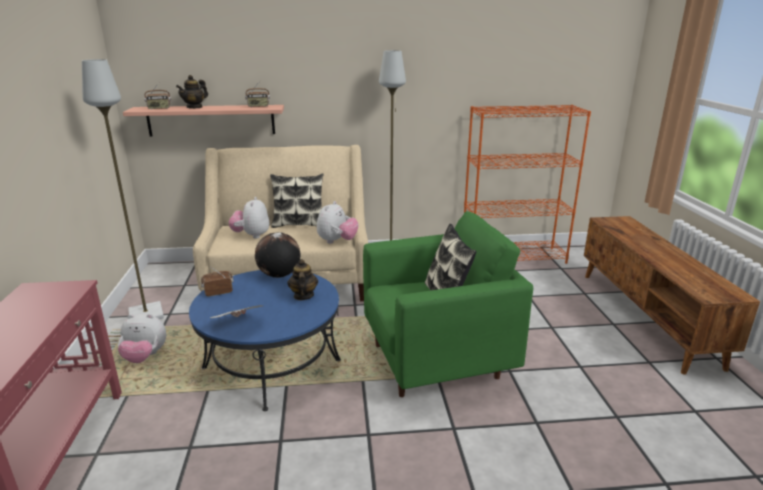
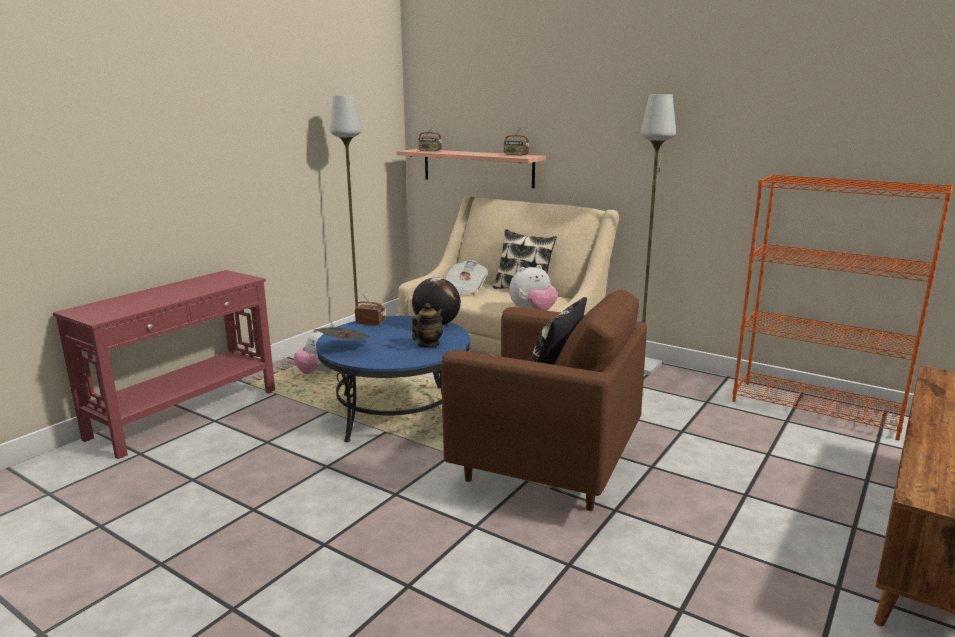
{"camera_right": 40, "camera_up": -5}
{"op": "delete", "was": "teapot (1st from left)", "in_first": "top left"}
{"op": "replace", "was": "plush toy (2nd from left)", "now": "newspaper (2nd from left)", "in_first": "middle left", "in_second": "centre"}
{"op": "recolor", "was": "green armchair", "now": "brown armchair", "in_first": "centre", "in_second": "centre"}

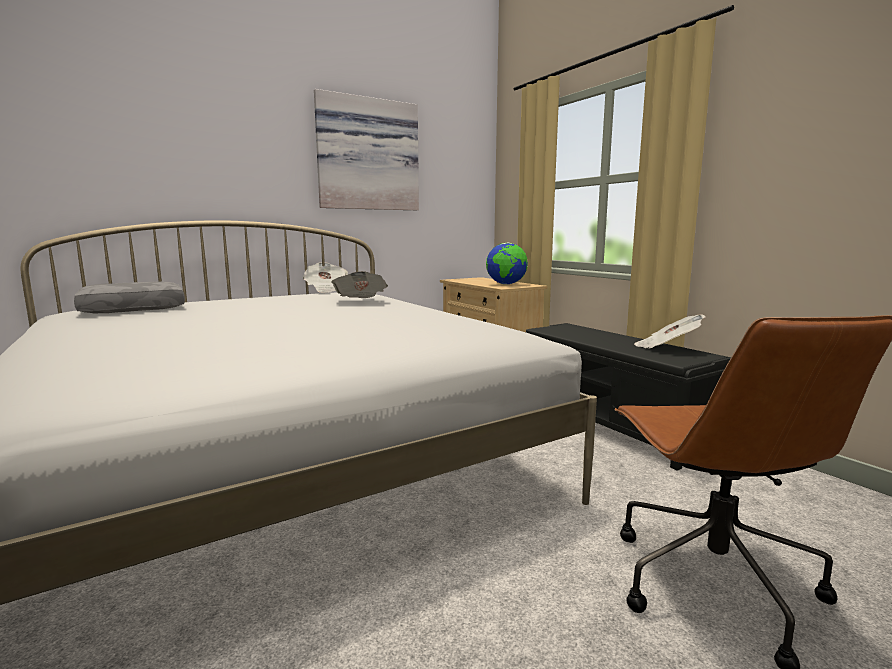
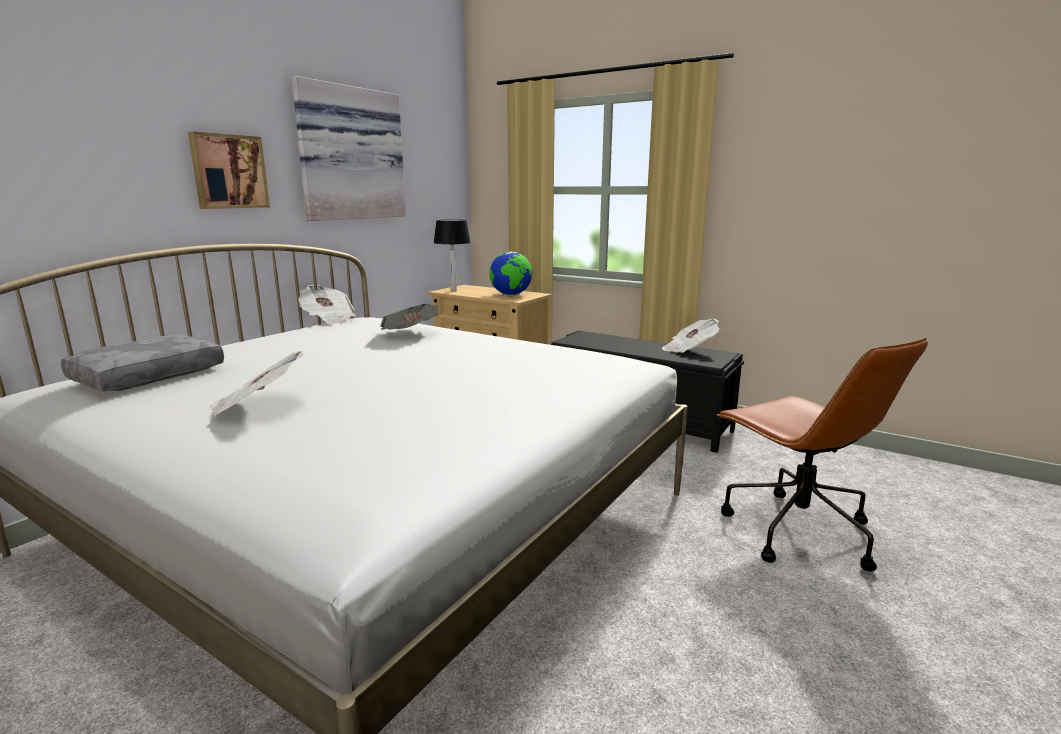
{"camera_right": -25, "camera_up": 5}
{"op": "insert", "now": "picture (1st from left)", "in_second": "top left"}
{"op": "insert", "now": "newspaper (1st from left)", "in_second": "middle left"}
{"op": "insert", "now": "table lamp", "in_second": "centre"}

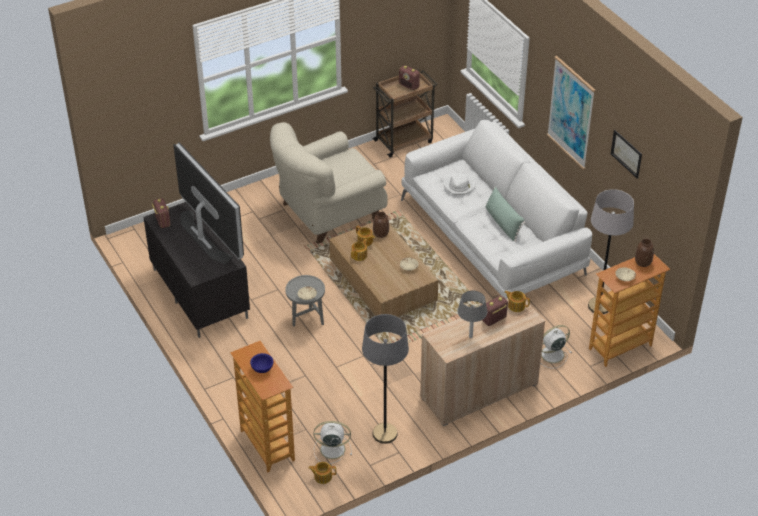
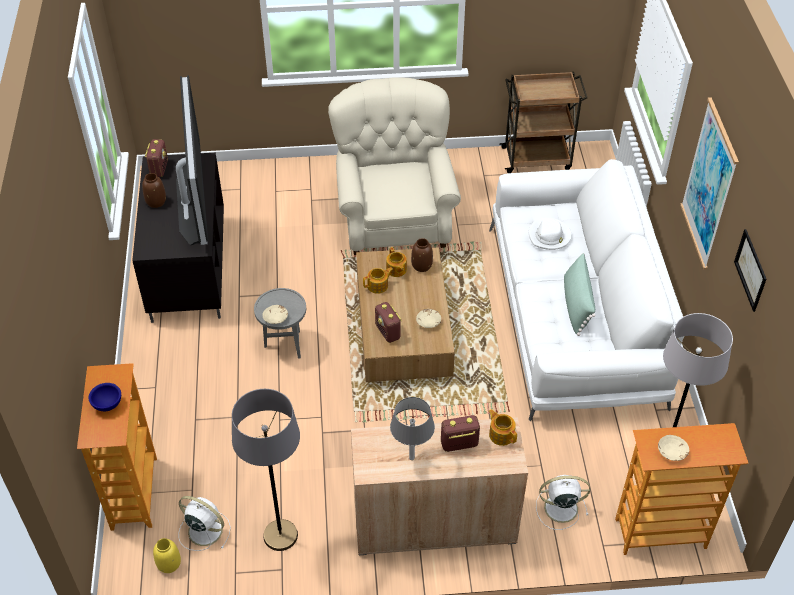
{"camera_right": 25, "camera_up": 5}
{"op": "rotate", "was": "beige armchair", "in_first": "centre", "in_second": "top centre", "clockwise": 90}
{"op": "replace", "was": "teapot (1st from left)", "now": "yellow vase", "in_first": "bottom centre", "in_second": "bottom left"}
{"op": "move", "was": "radio (2nd from left)", "in_first": "top centre", "in_second": "centre"}
{"op": "move", "was": "brown vase (2nd from left in the first image)", "now": "brown vase (1st from left)", "in_first": "middle right", "in_second": "top left"}

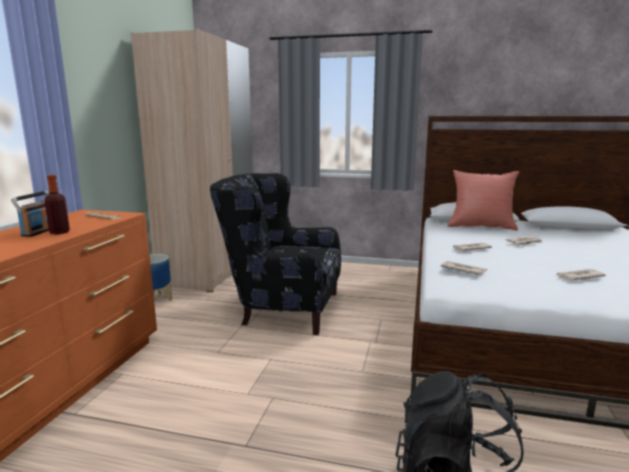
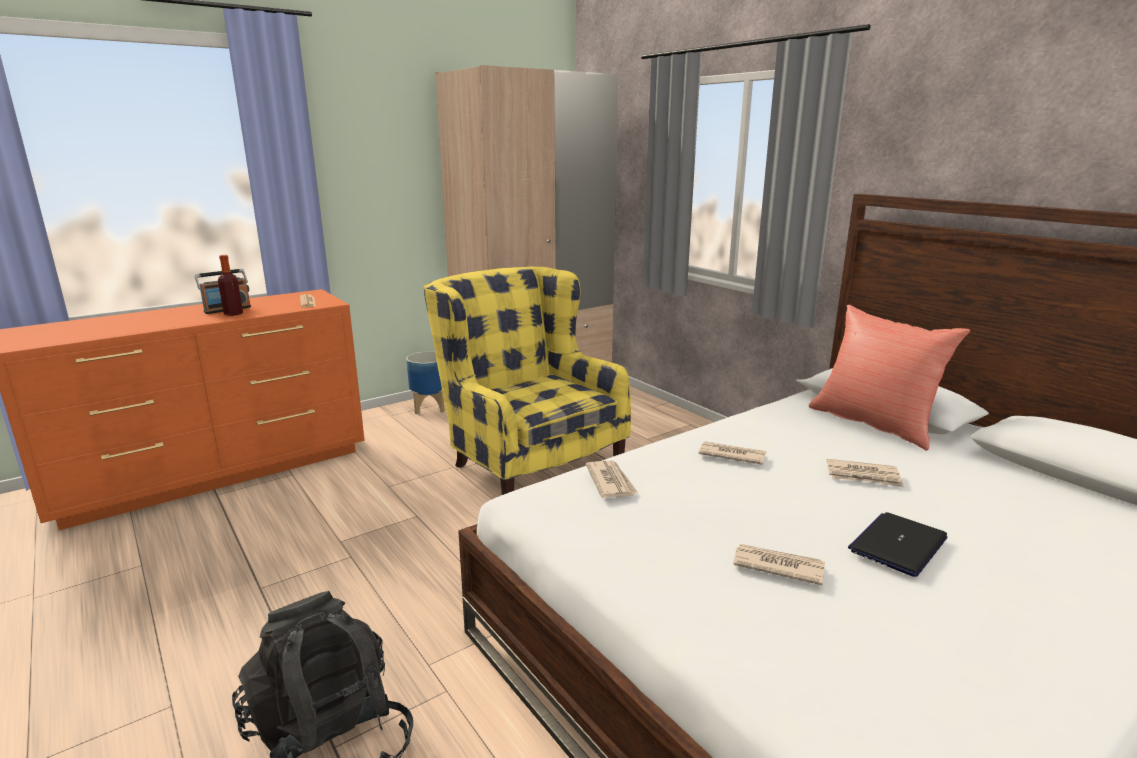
{"camera_right": 40, "camera_up": 5}
{"op": "recolor", "was": "black armchair", "now": "yellow armchair", "in_first": "centre", "in_second": "centre"}
{"op": "insert", "now": "laptop", "in_second": "bottom right"}

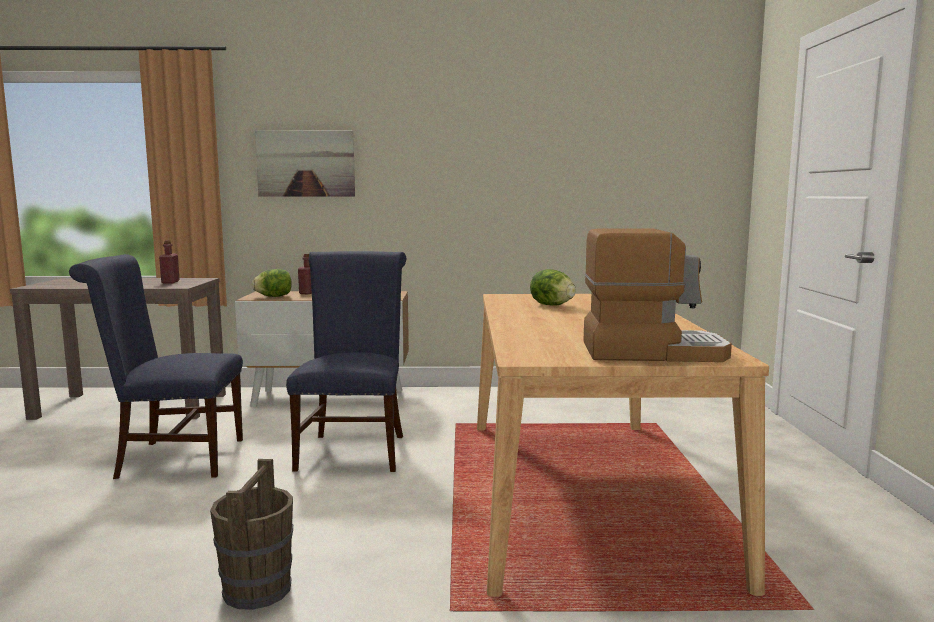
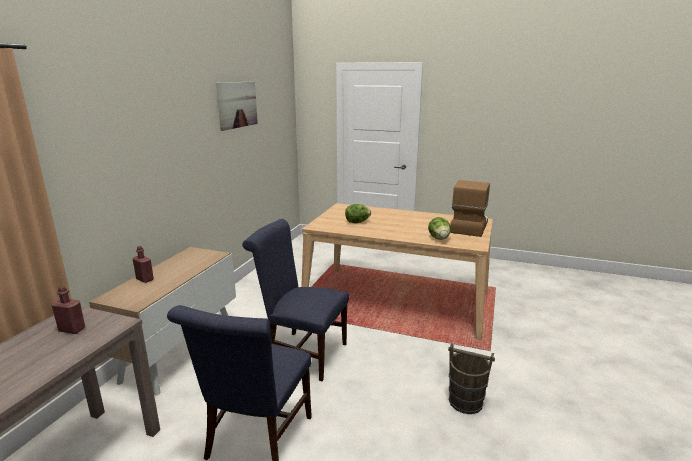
{"camera_right": -70, "camera_up": 10}
{"op": "move", "was": "lettuce (1st from left in the first image)", "now": "lettuce (2nd from left)", "in_first": "middle left", "in_second": "centre"}
{"op": "move", "was": "picture", "in_first": "top left", "in_second": "top centre"}

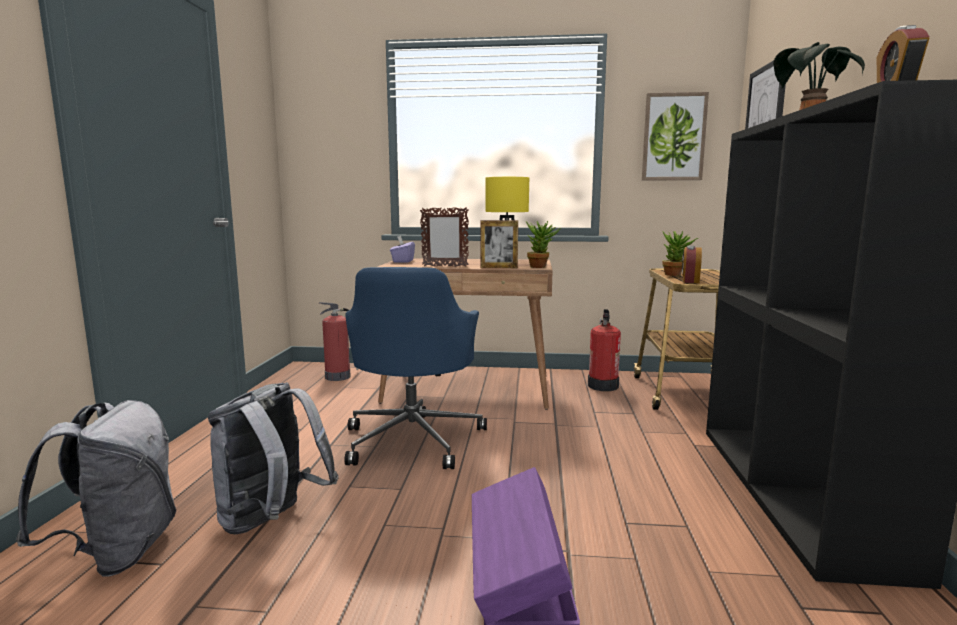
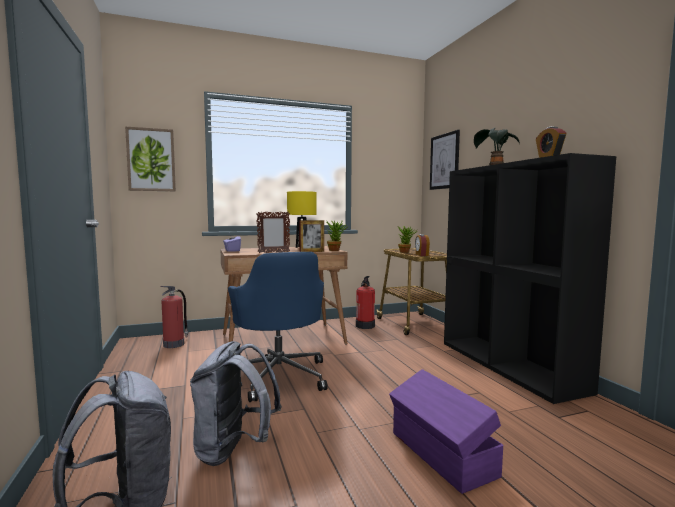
{"camera_right": -25, "camera_up": -5}
{"op": "move", "was": "picture (1st from left)", "in_first": "top right", "in_second": "top left"}

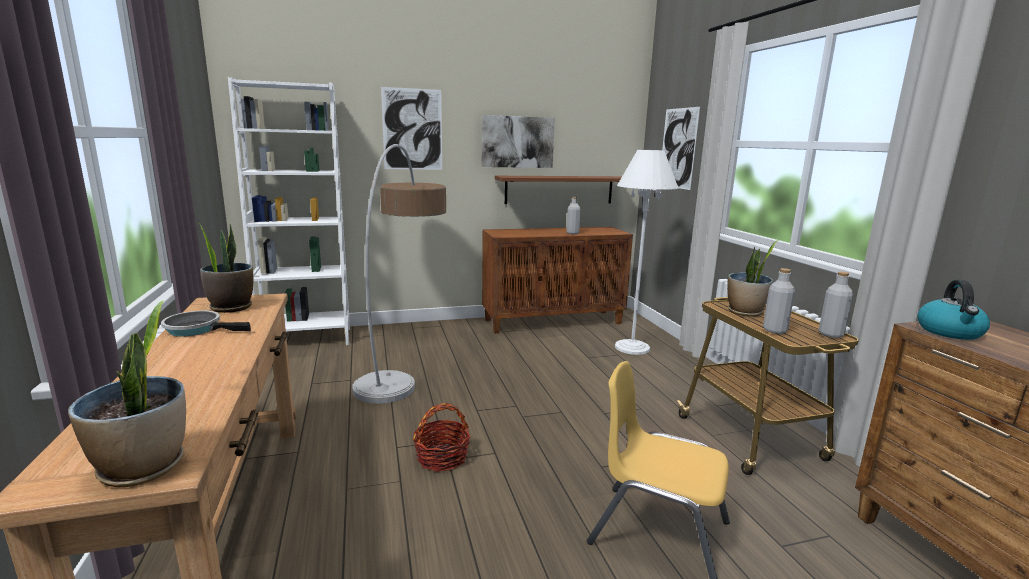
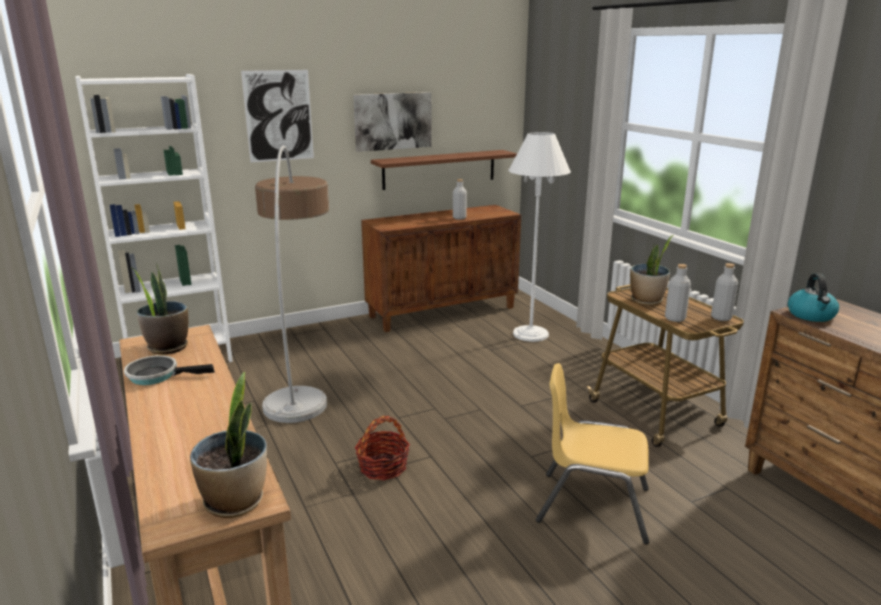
{"camera_right": -10, "camera_up": 5}
{"op": "delete", "was": "picture (3rd from left)", "in_first": "top centre"}

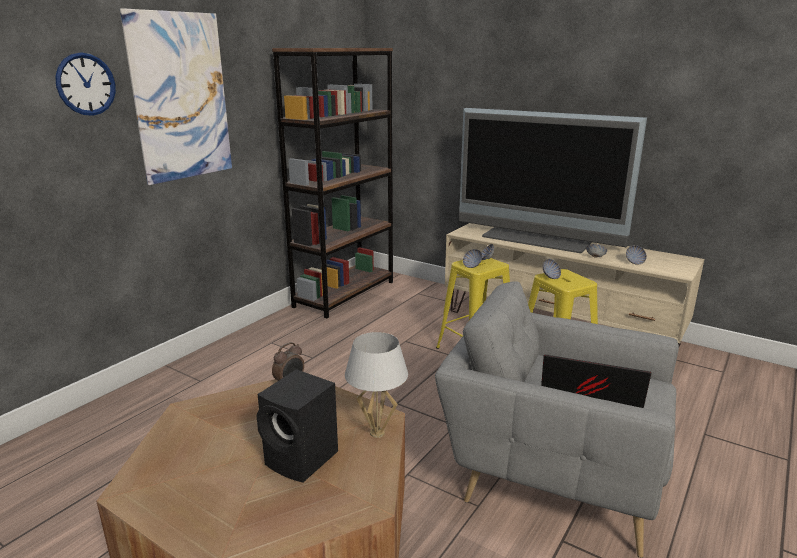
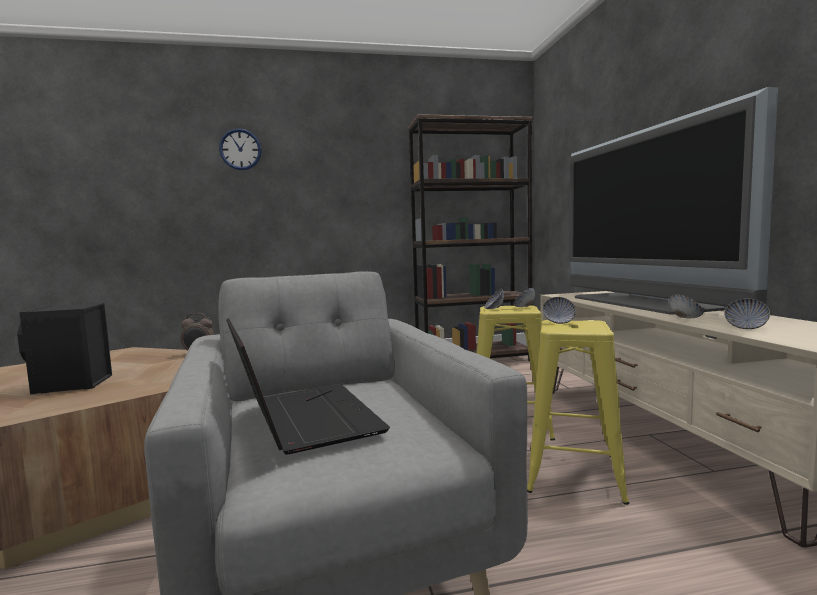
{"camera_right": 45, "camera_up": -15}
{"op": "delete", "was": "picture", "in_first": "top left"}
{"op": "delete", "was": "white table lamp", "in_first": "bottom centre"}

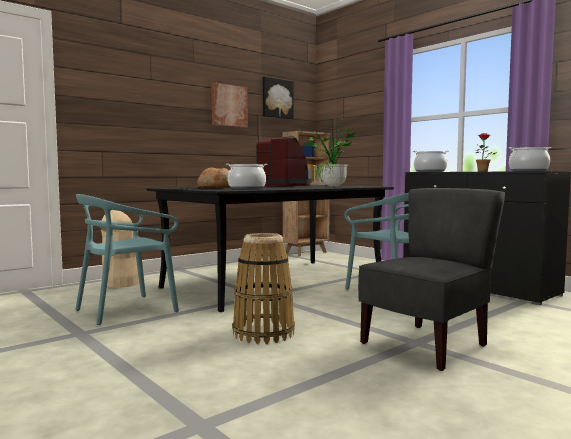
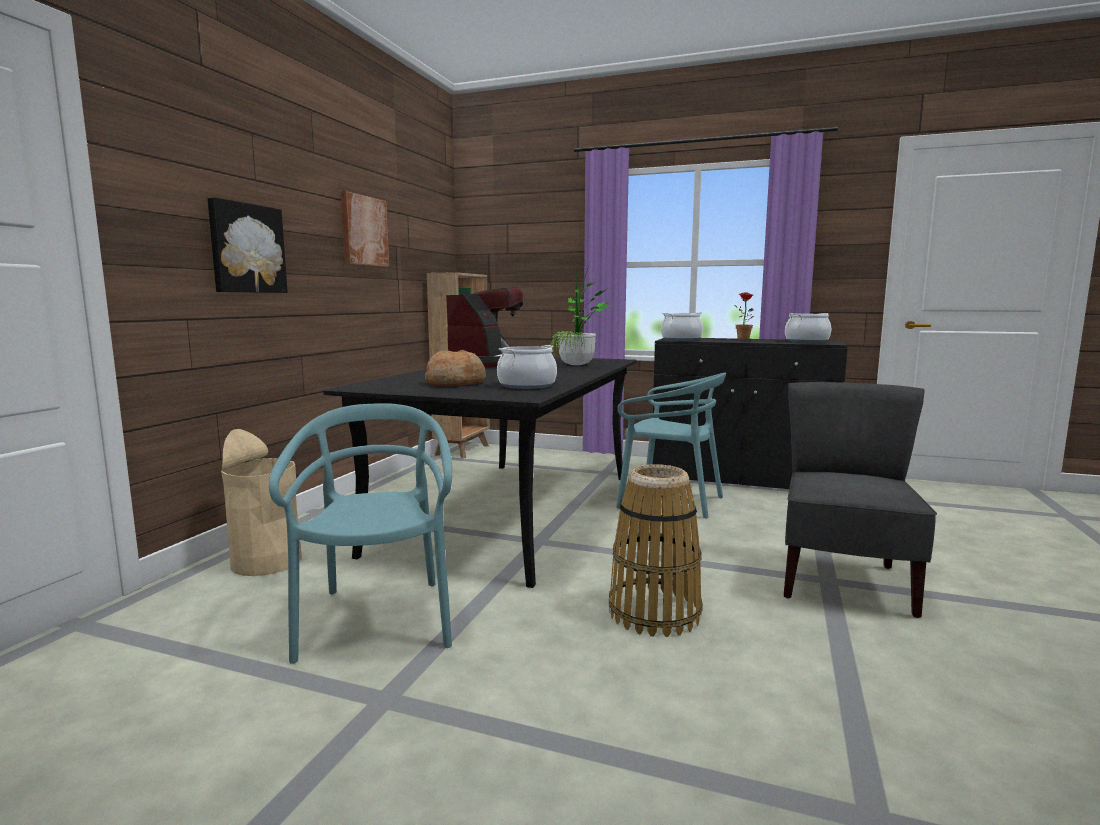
{"camera_right": -30, "camera_up": 5}
{"op": "rotate", "was": "turquoise chair (1st from left)", "in_first": "middle left", "in_second": "middle left", "clockwise": 150}
{"op": "rotate", "was": "coffee machine", "in_first": "centre", "in_second": "centre", "clockwise": 90}
{"op": "move", "was": "picture (2nd from left in the first image)", "now": "picture (1st from left)", "in_first": "top centre", "in_second": "top left"}

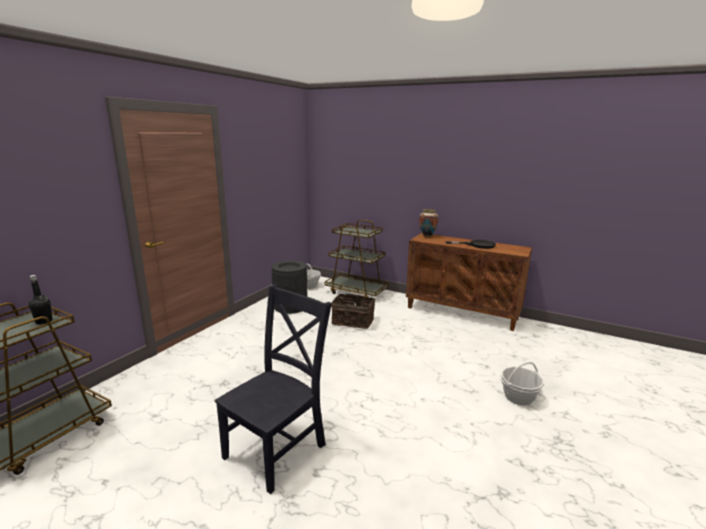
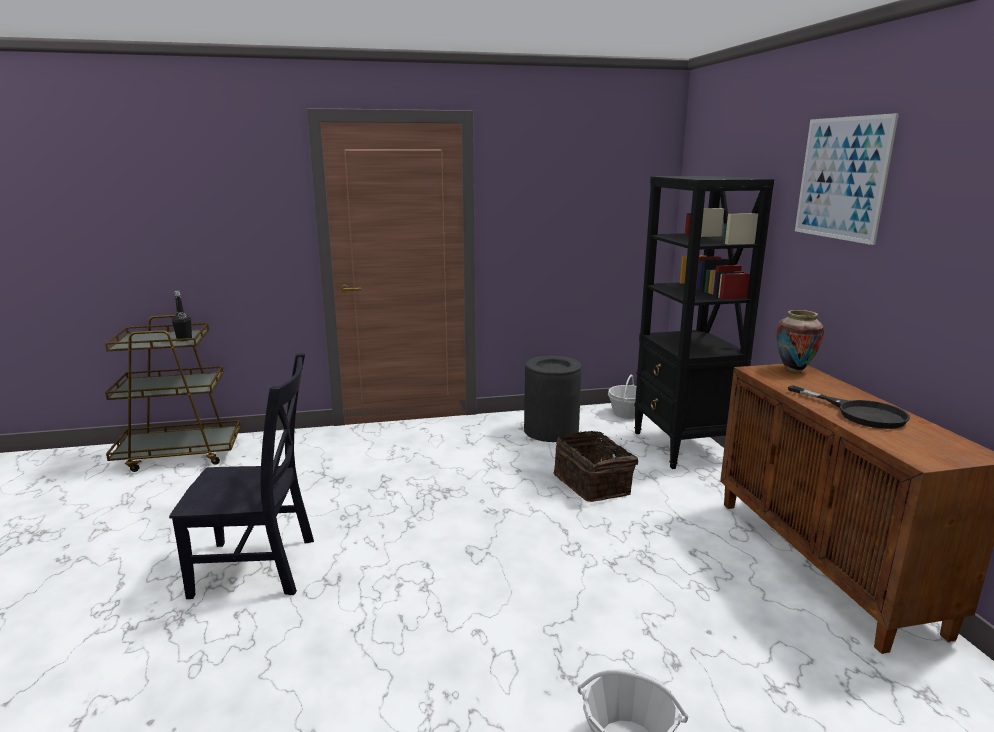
{"camera_right": 50, "camera_up": 0}
{"op": "replace", "was": "brown cart (2nd from left)", "now": "black bookcase", "in_first": "centre", "in_second": "middle right"}
{"op": "insert", "now": "picture", "in_second": "top right"}

